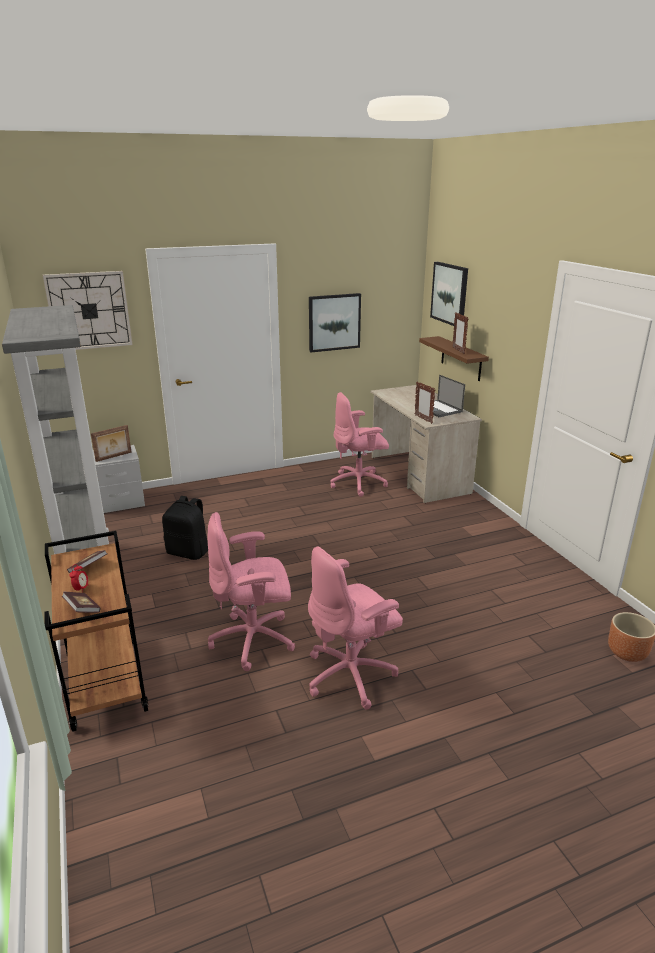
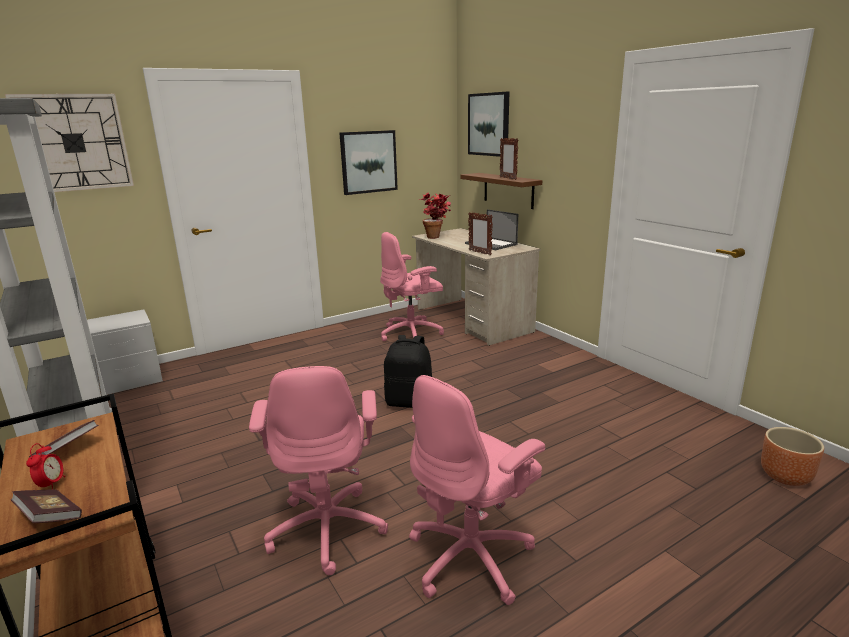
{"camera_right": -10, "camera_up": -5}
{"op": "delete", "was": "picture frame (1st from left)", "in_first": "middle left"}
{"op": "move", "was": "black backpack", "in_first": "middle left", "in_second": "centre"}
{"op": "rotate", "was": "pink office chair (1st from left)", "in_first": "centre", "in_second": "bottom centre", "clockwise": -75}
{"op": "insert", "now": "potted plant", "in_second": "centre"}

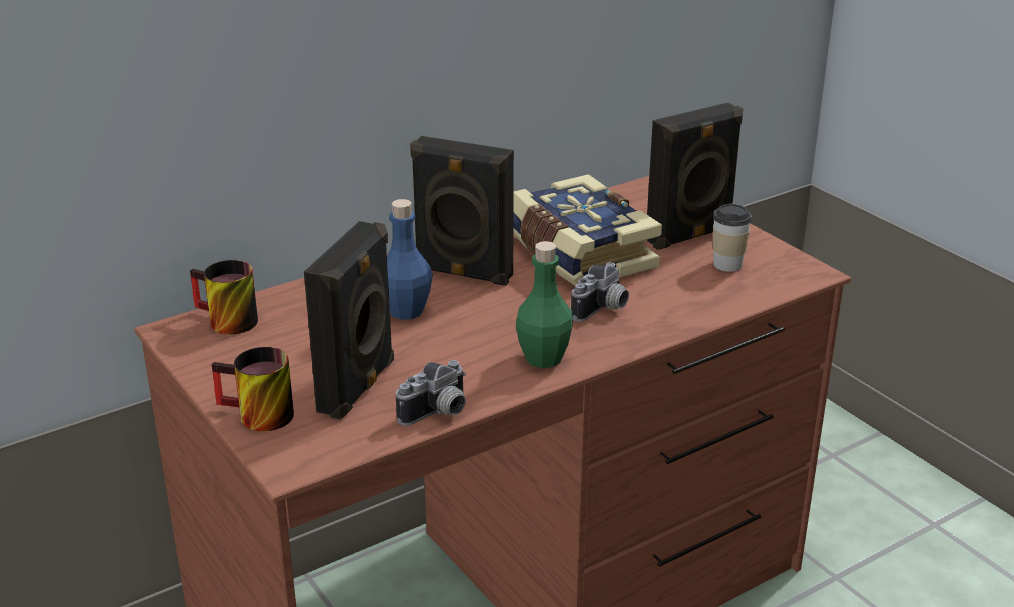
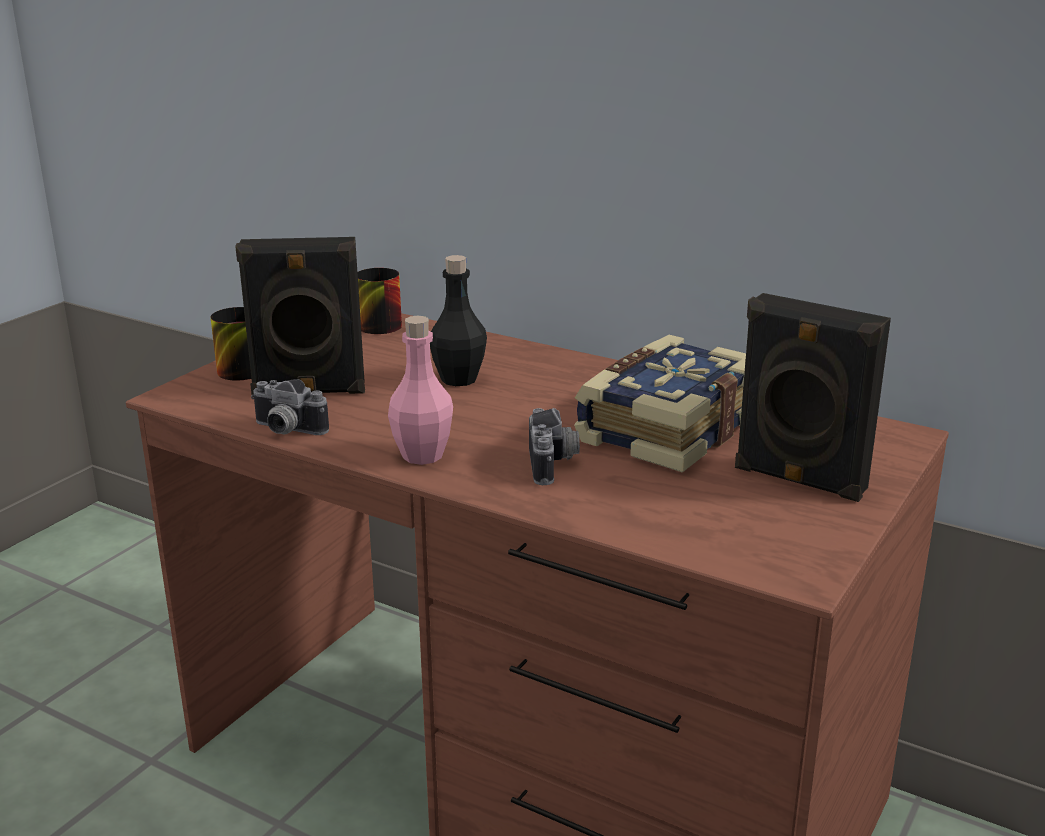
{"camera_right": 65, "camera_up": -5}
{"op": "recolor", "was": "blue bottle", "now": "black bottle", "in_first": "centre", "in_second": "centre"}
{"op": "delete", "was": "black speaker (2nd from left)", "in_first": "centre"}
{"op": "recolor", "was": "green bottle", "now": "pink bottle", "in_first": "centre", "in_second": "centre"}
{"op": "rotate", "was": "photo camera (2nd from left)", "in_first": "centre", "in_second": "centre", "clockwise": -105}
{"op": "delete", "was": "cup", "in_first": "middle right"}

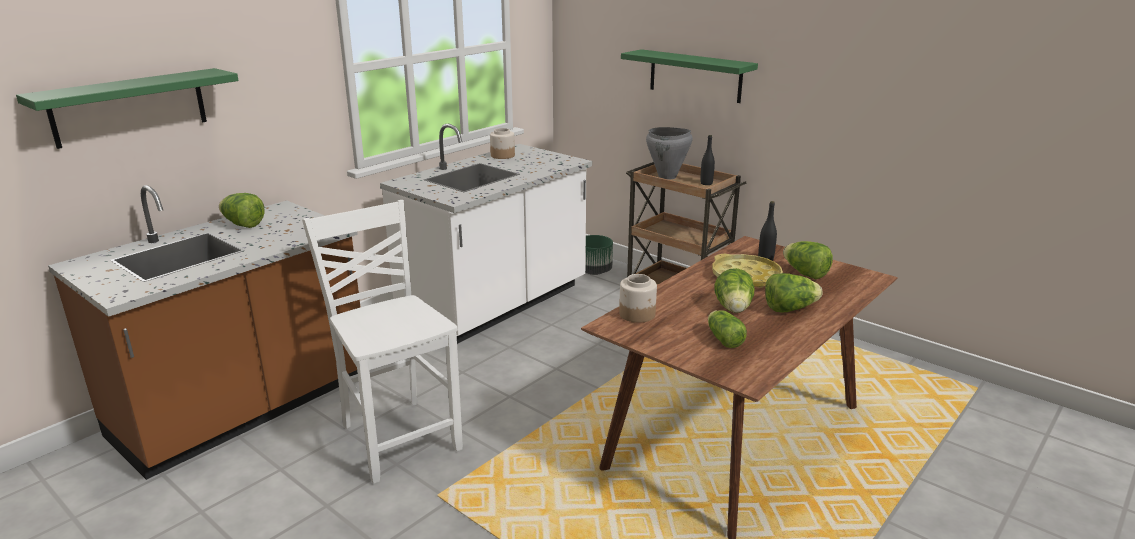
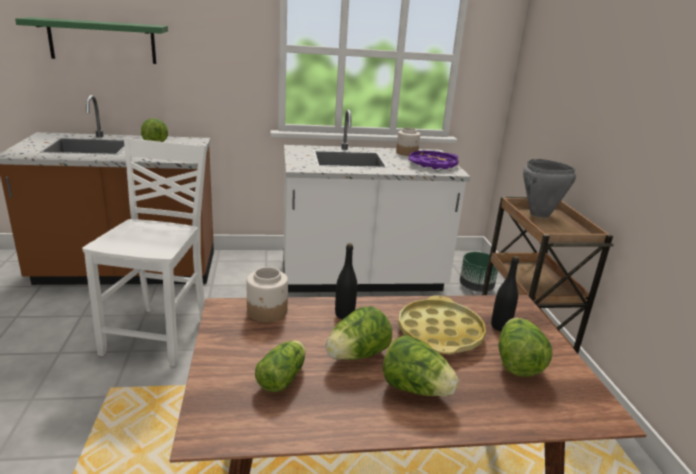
{"camera_right": 40, "camera_up": 0}
{"op": "delete", "was": "green shelf (2nd from left)", "in_first": "top centre"}
{"op": "move", "was": "black bottle (1st from left)", "in_first": "top centre", "in_second": "centre"}
{"op": "insert", "now": "purple tray", "in_second": "centre"}

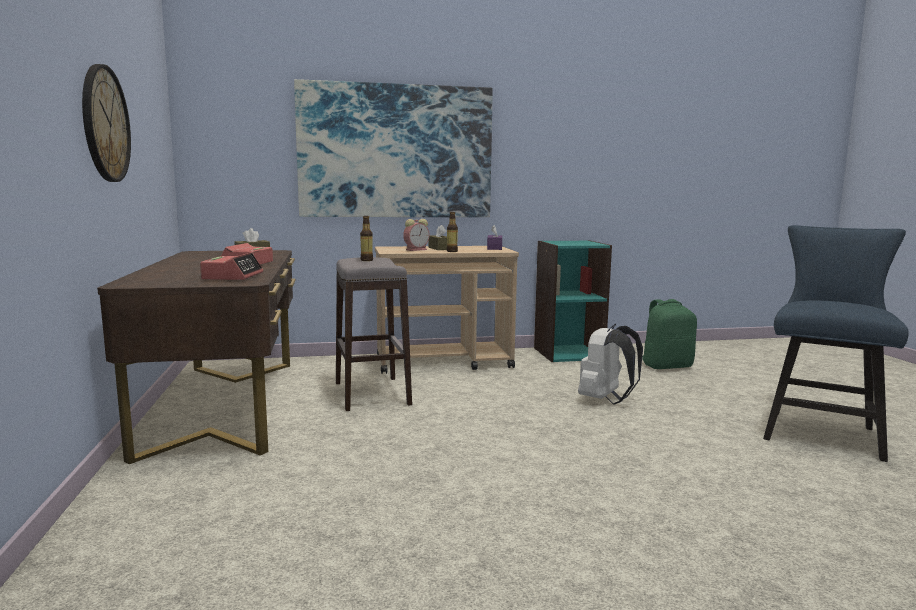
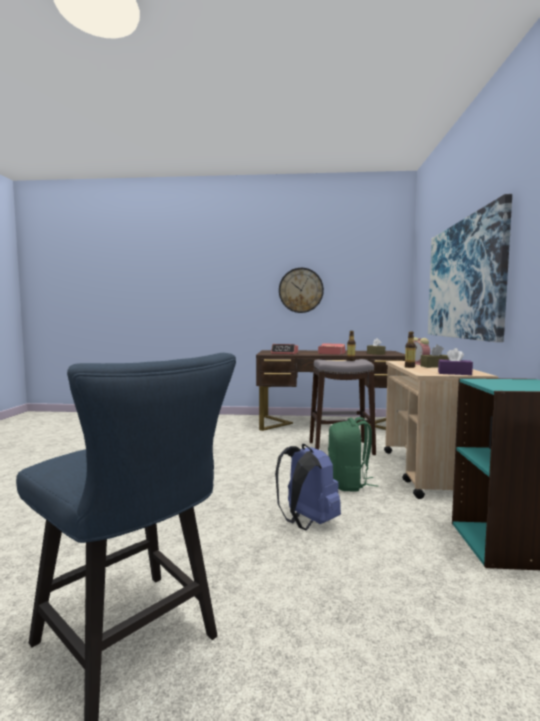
{"camera_right": 105, "camera_up": -5}
{"op": "recolor", "was": "white backpack", "now": "blue backpack", "in_first": "centre", "in_second": "bottom centre"}
{"op": "move", "was": "green backpack", "in_first": "middle right", "in_second": "centre"}

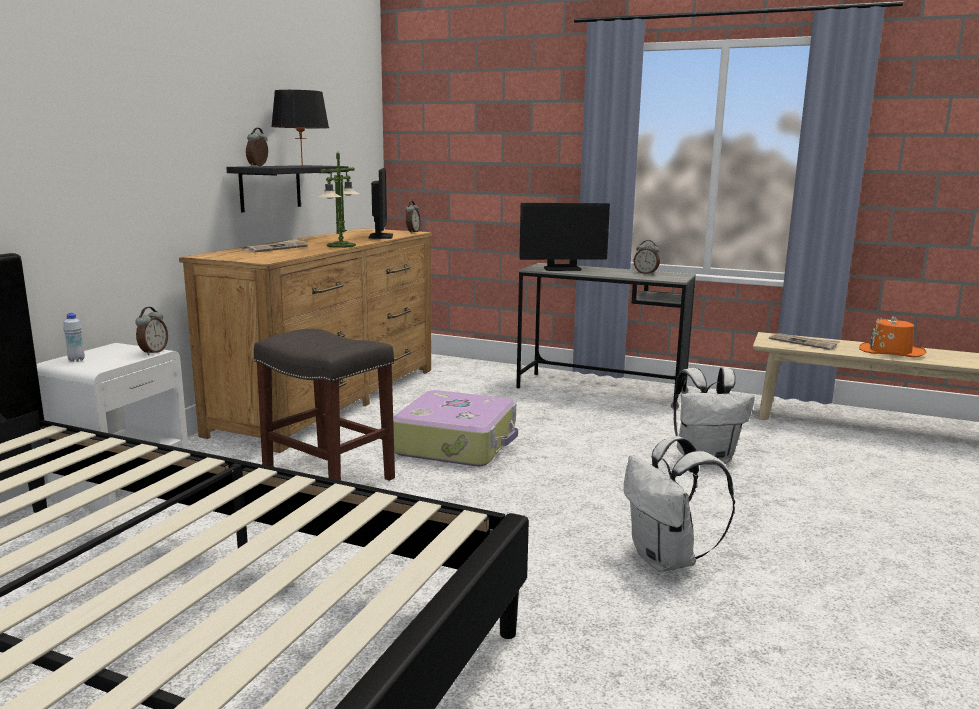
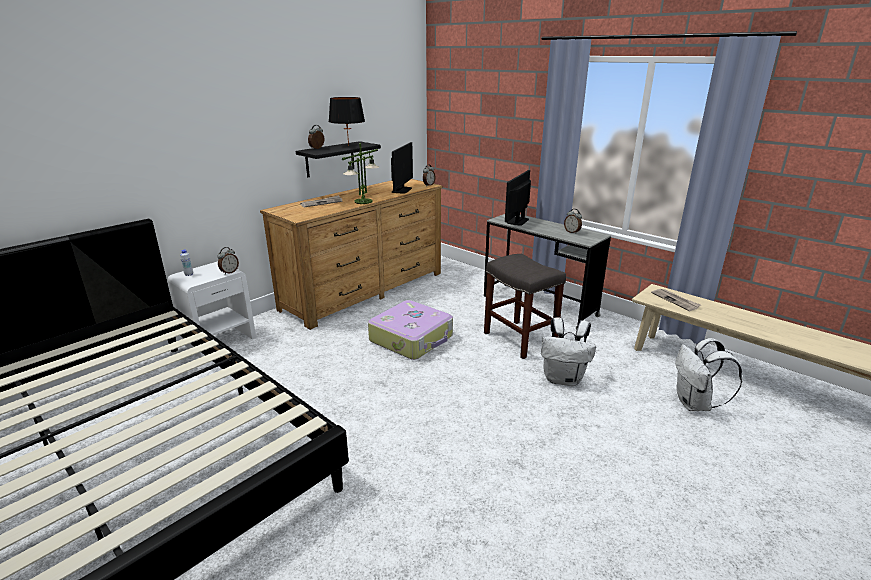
{"camera_right": 20, "camera_up": 10}
{"op": "move", "was": "grey stool", "in_first": "middle left", "in_second": "centre"}
{"op": "rotate", "was": "monitor (2nd from left)", "in_first": "centre", "in_second": "centre", "clockwise": 105}
{"op": "move", "was": "white backpack (1st from left in the first image)", "now": "white backpack (2nd from left)", "in_first": "bottom right", "in_second": "middle right"}
{"op": "delete", "was": "orange hat", "in_first": "middle right"}

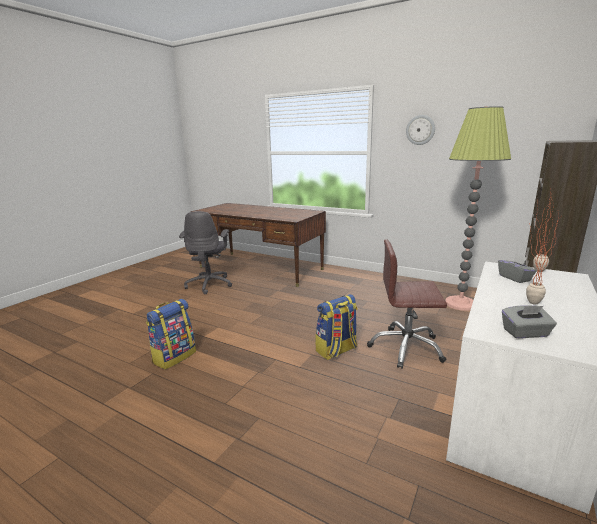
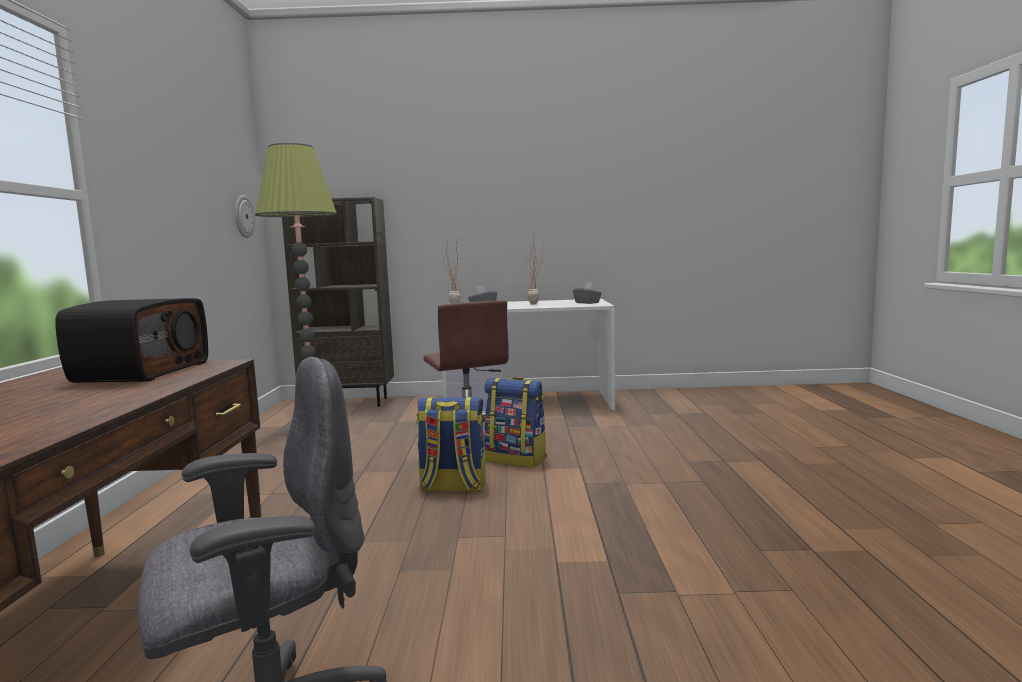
{"camera_right": -120, "camera_up": -10}
{"op": "move", "was": "backpack (1st from left)", "in_first": "middle left", "in_second": "centre"}
{"op": "move", "was": "wall clock", "in_first": "top right", "in_second": "top left"}
{"op": "insert", "now": "radio", "in_second": "middle left"}

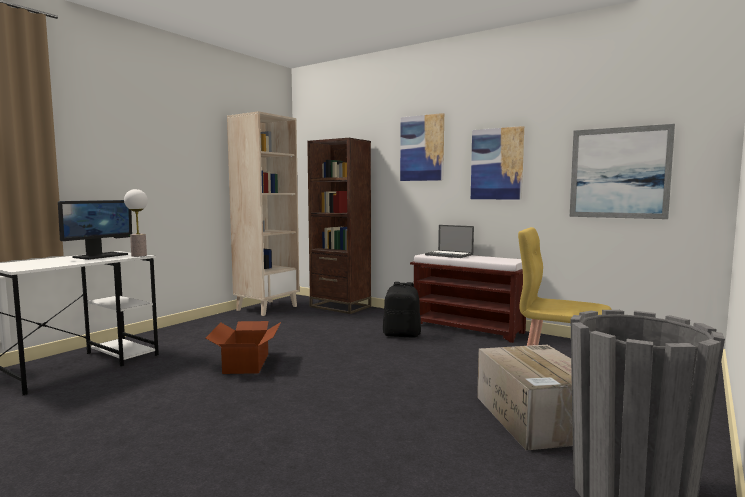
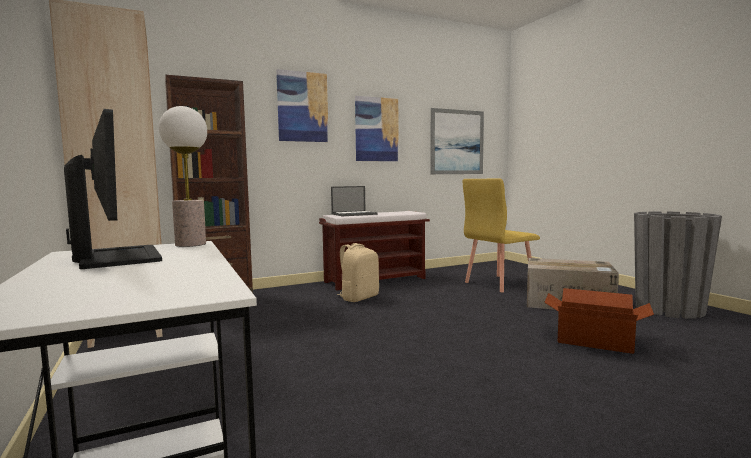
{"camera_right": -60, "camera_up": 0}
{"op": "move", "was": "cardboard box (1st from left in the first image)", "now": "cardboard box (2nd from left)", "in_first": "bottom left", "in_second": "bottom right"}
{"op": "recolor", "was": "black backpack", "now": "beige backpack", "in_first": "centre", "in_second": "centre"}

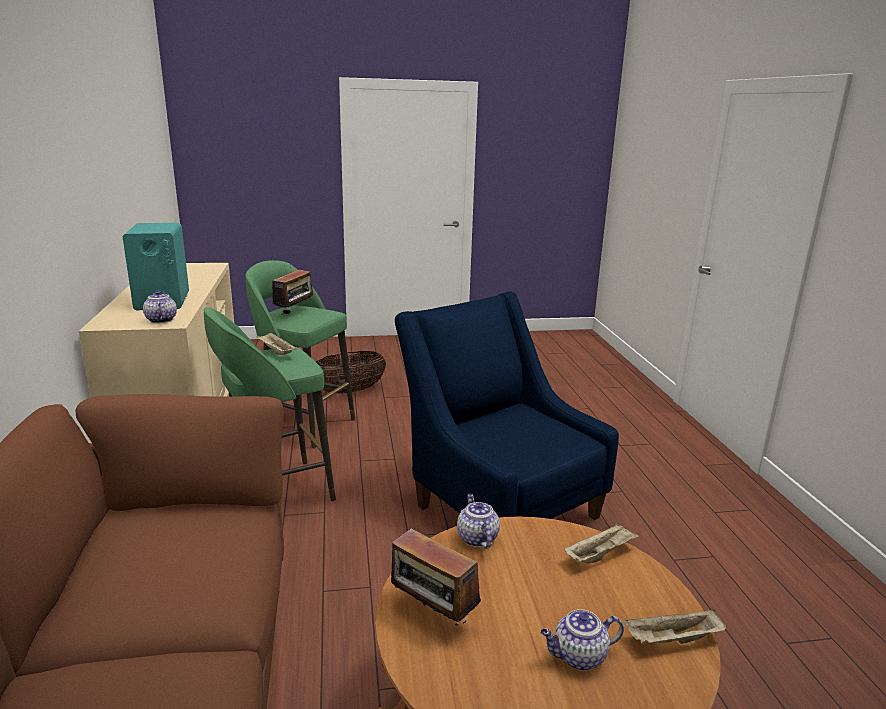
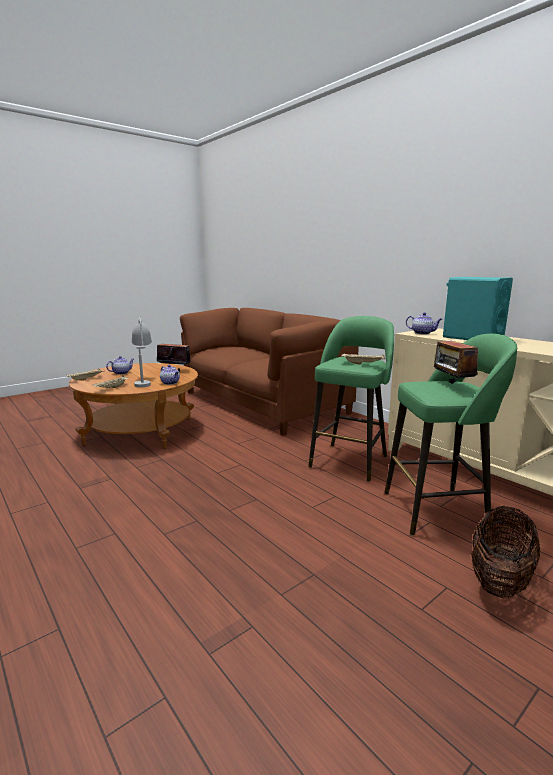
{"camera_right": 150, "camera_up": -5}
{"op": "delete", "was": "blue armchair", "in_first": "centre"}
{"op": "insert", "now": "grey table lamp", "in_second": "middle left"}

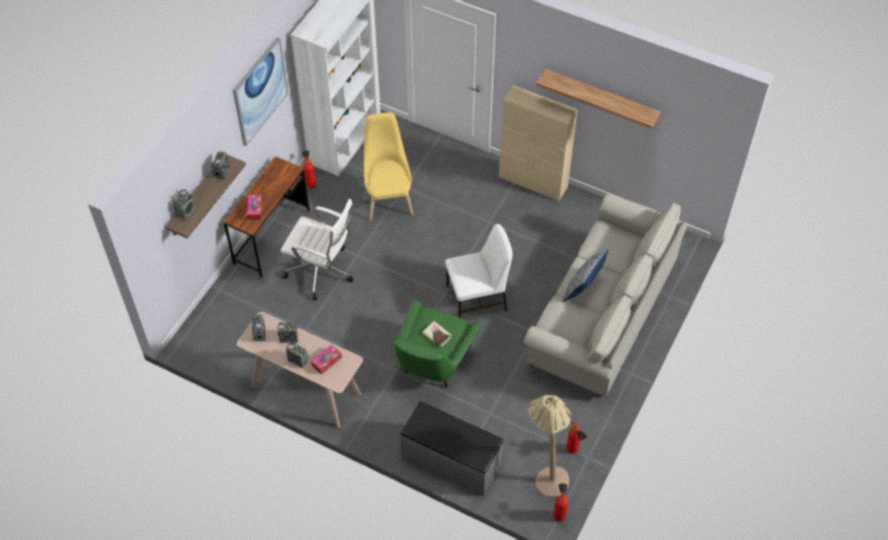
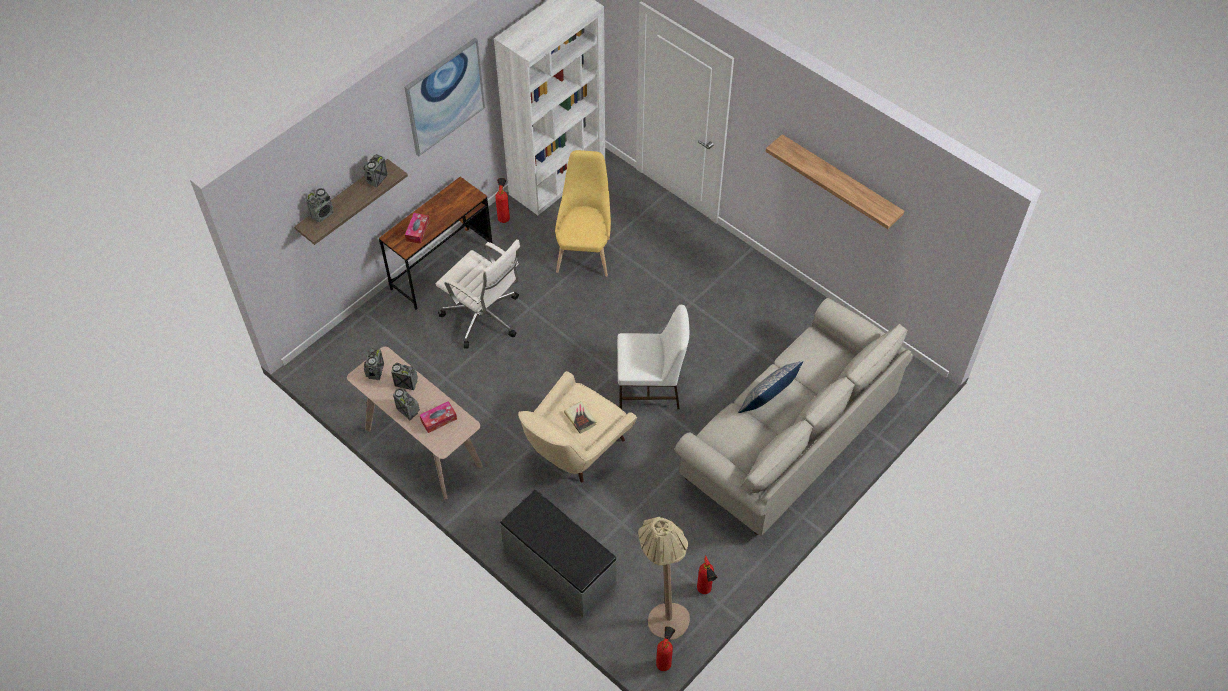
{"camera_right": 15, "camera_up": 0}
{"op": "recolor", "was": "green armchair", "now": "beige armchair", "in_first": "centre", "in_second": "centre"}
{"op": "delete", "was": "beige cabinet", "in_first": "top centre"}

